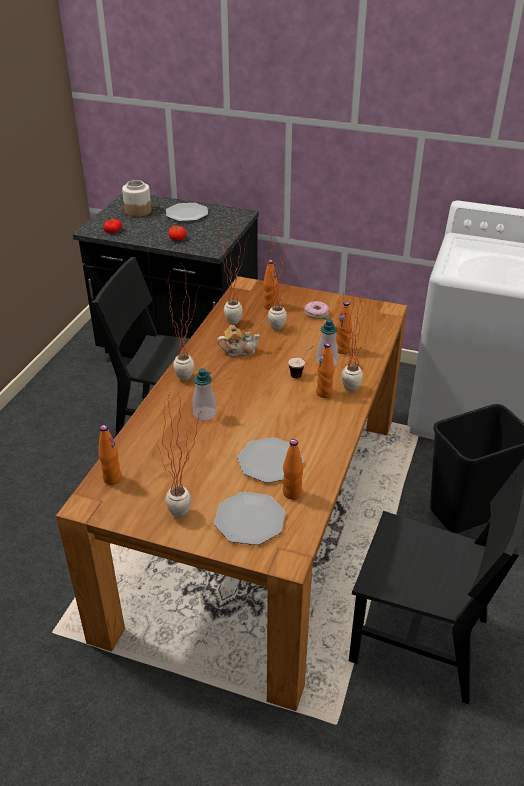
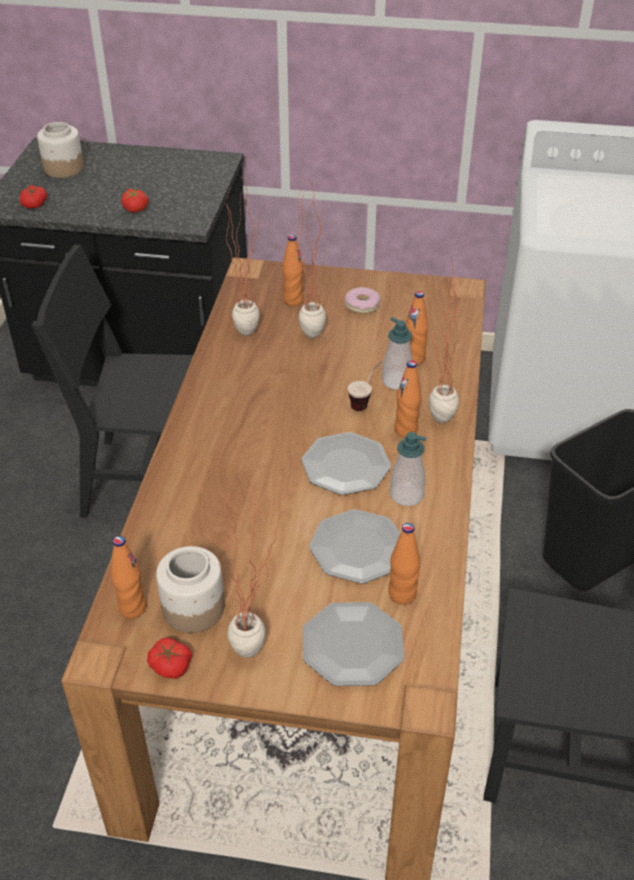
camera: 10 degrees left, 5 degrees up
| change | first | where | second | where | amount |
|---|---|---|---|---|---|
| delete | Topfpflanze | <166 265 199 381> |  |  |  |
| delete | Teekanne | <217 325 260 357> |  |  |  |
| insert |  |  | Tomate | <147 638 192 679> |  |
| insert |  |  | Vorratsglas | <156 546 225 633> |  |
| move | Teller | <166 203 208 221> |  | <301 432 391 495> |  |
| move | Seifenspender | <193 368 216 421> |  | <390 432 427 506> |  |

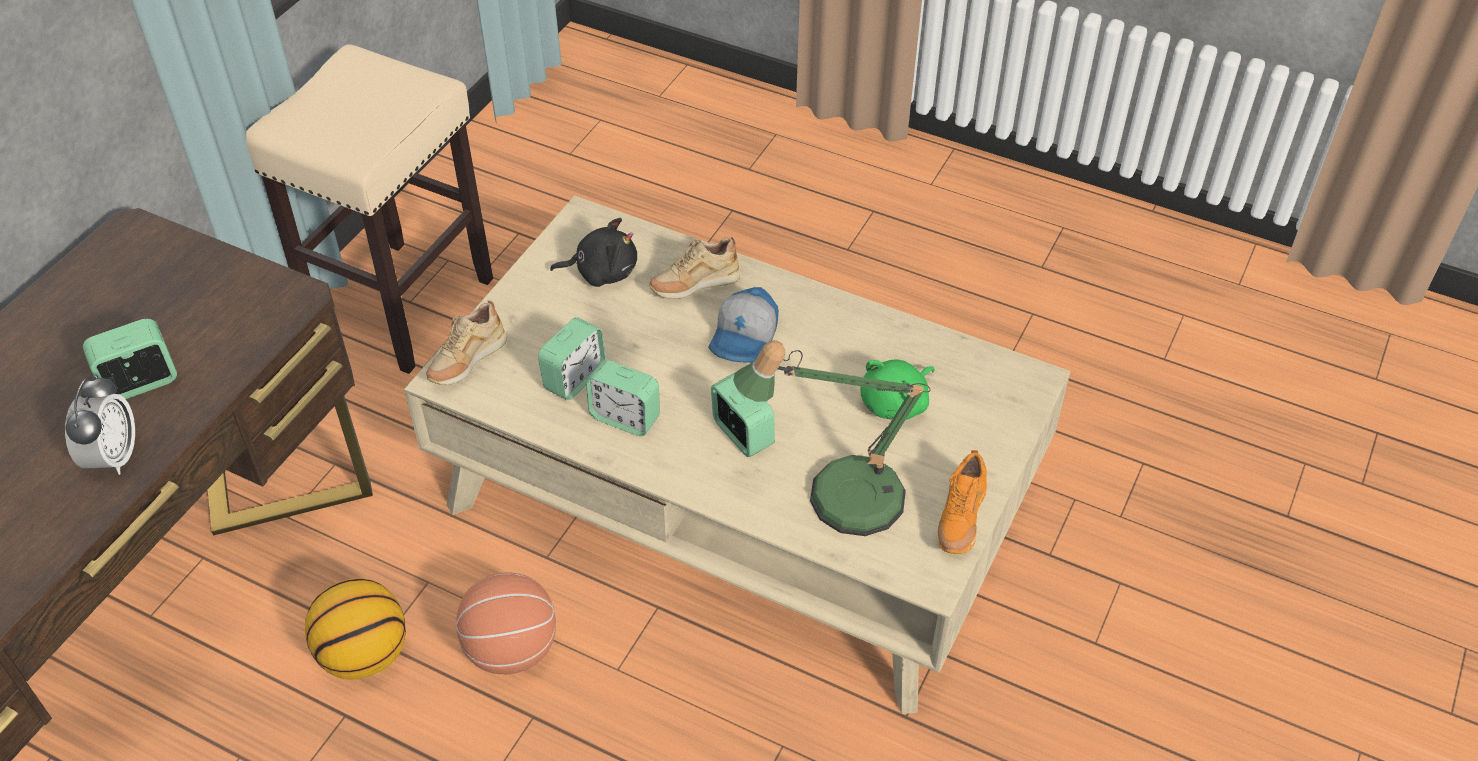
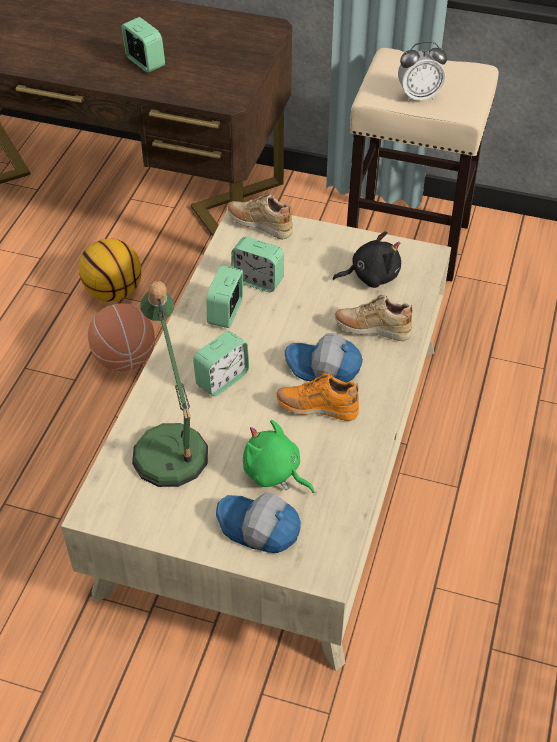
camera: 80 degrees right, 0 degrees up
| change | first | where | second | where | amount |
|---|---|---|---|---|---|
| insert |  |  | Kappe | <216 492 301 553> |  |
| move | Wecker | <65 374 135 475> |  | <398 41 447 102> |  |
| move | Schuh [orange] | <938 450 987 554> |  | <276 373 359 421> |  |
| rotate | Plüschtier [schwarz] | <550 218 637 287> |  | <333 231 401 288> | 90 degrees counterclockwise |
| rotate | Schuh [beige] | <649 236 740 299> |  | <335 295 413 341> | 45 degrees counterclockwise |

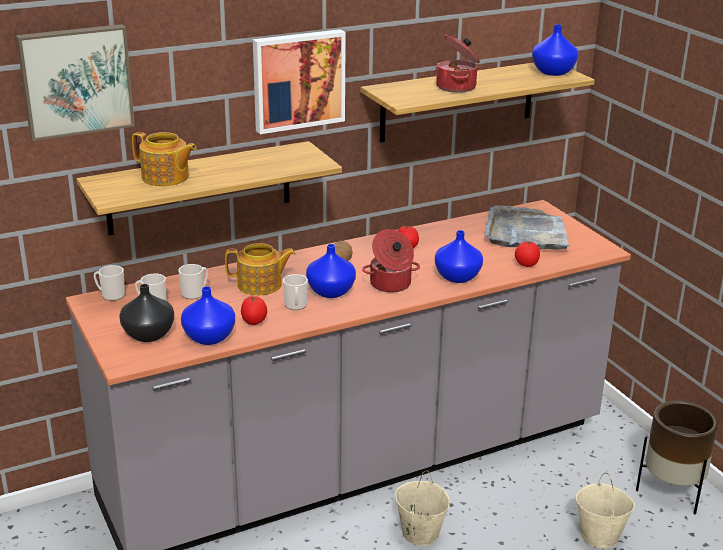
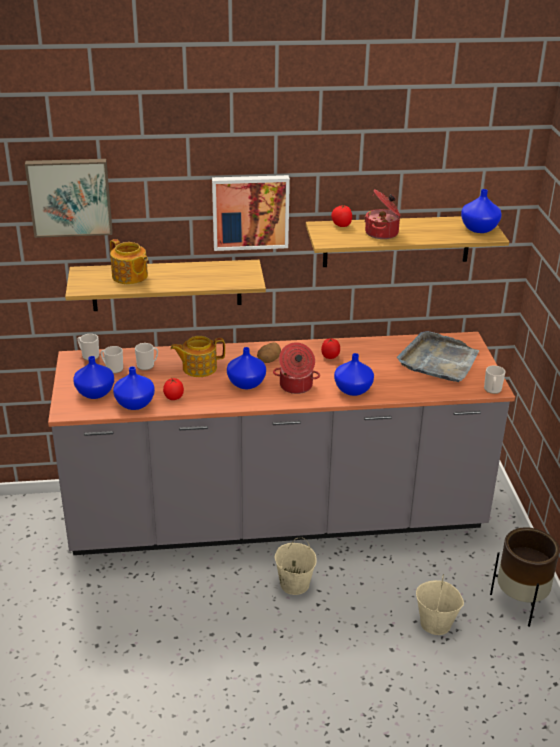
camera: 20 degrees right, 5 degrees up
| change | first | where | second | where | amount |
|---|---|---|---|---|---|
| move | Henkelbecher | <283 274 308 310> |  | <484 365 506 394> |  |
| move | Tomate | <515 241 540 267> |  | <331 205 352 227> |  |
| recolor | Vase [schwarz] | <119 284 174 342> | Vase [blau] | <73 356 114 399> |  |
| rotate | Teekanne | <225 243 296 295> |  | <170 336 225 377> | 150 degrees clockwise |

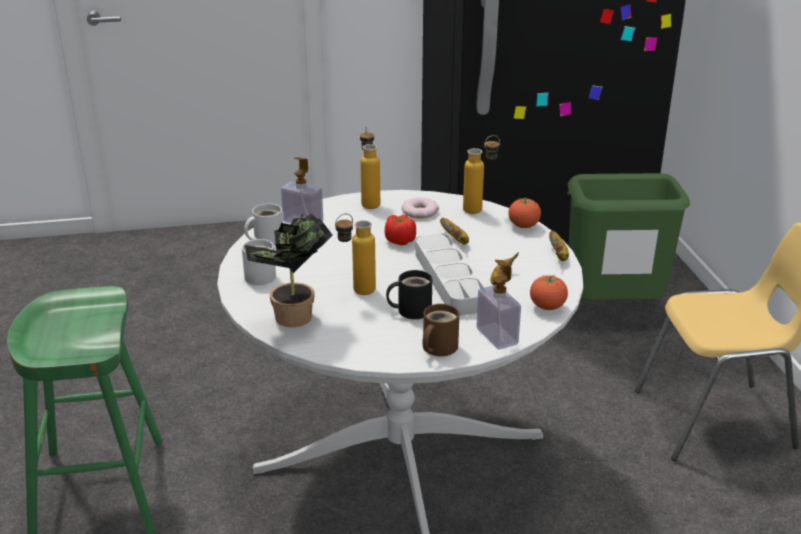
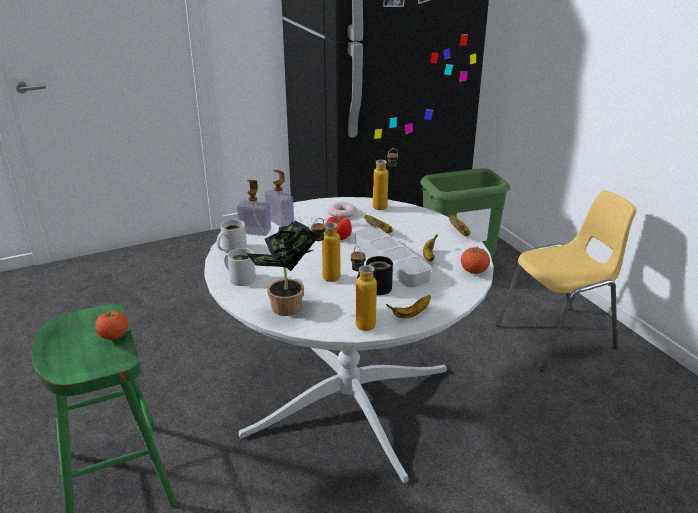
camera: 15 degrees left, 0 degrees up
| change | first | where | second | where | amount |
|---|---|---|---|---|---|
| move | Flasche | <360 126 380 209> |  | <351 246 377 331> |  |
| move | Seifenspender | <476 260 521 349> |  | <265 170 294 227> |  |
| move | Tomate | <508 197 541 228> |  | <95 310 128 340> |  |
| replace | Henkelbecher [braun] | <422 304 459 356> | Banane | <386 295 431 318> |  |

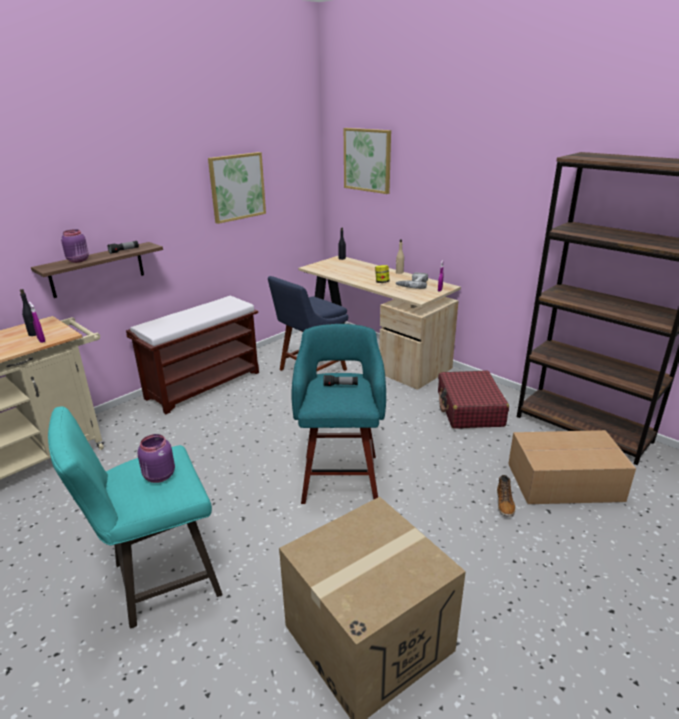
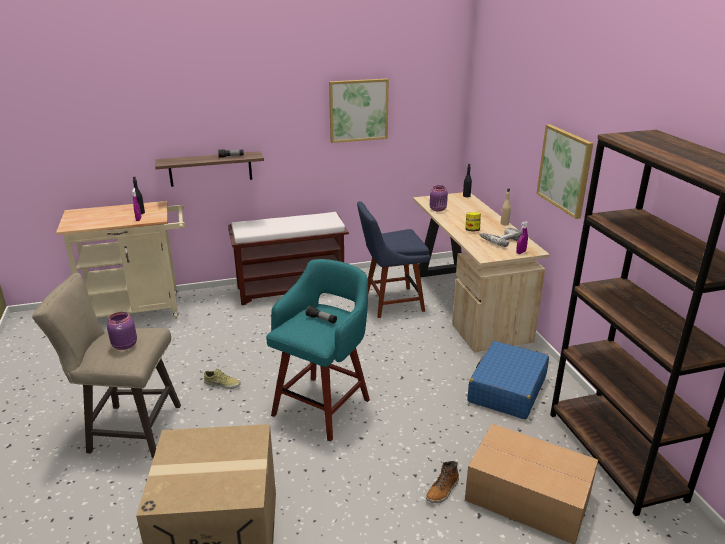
camera: 30 degrees right, 0 degrees up
| change | first | where | second | where | amount |
|---|---|---|---|---|---|
| insert |  |  | Schuh [beige] | <204 369 241 389> |  |
| move | Vorratsglas [lila] | <61 229 89 263> |  | <430 185 448 211> |  |
| move | Bild | <344 128 391 194> |  | <536 124 593 219> |  |
| recolor | Hocker [türkis] | <48 406 223 629> | Hocker [beige] | <32 273 181 458> |  |
| recolor | Koffer [rot] | <438 371 509 428> | Koffer [blau] | <468 341 549 419> |  |

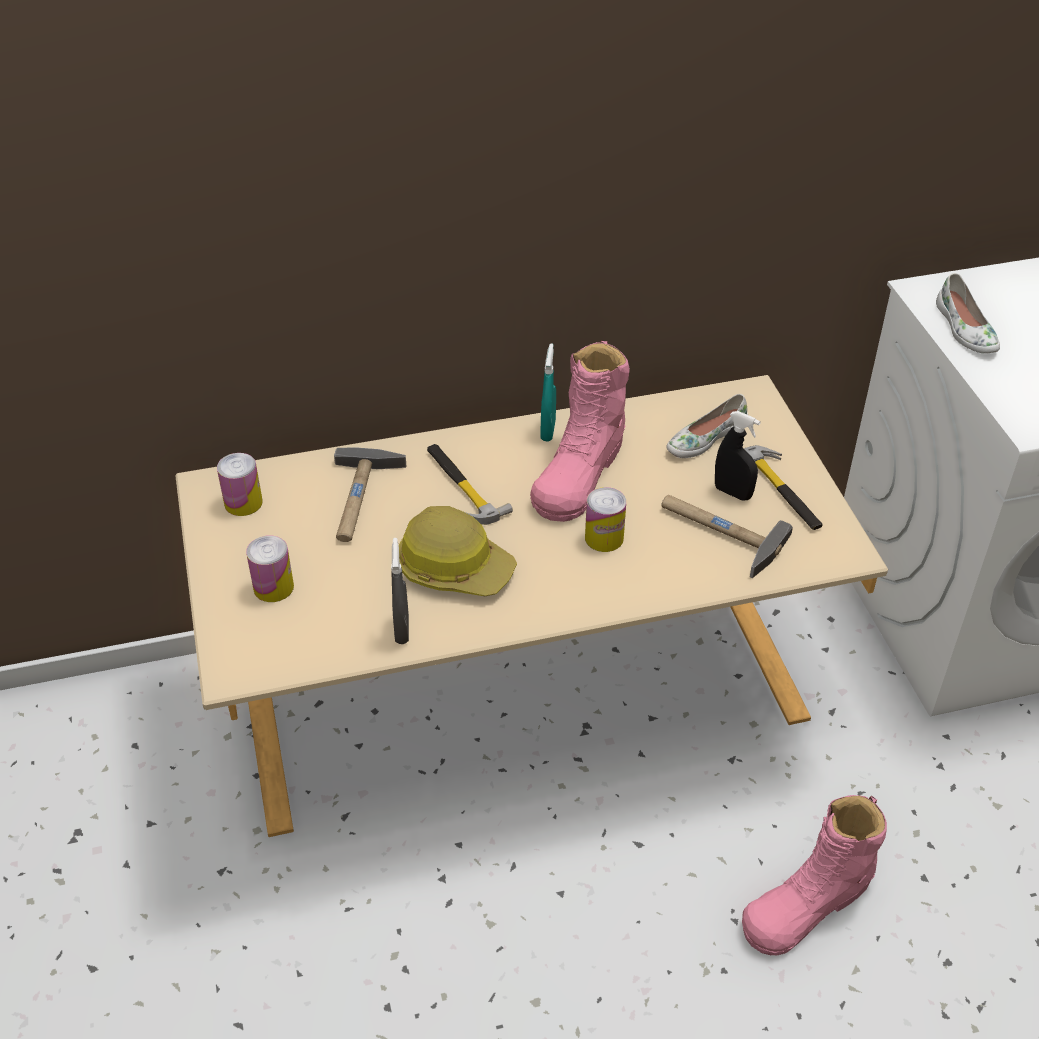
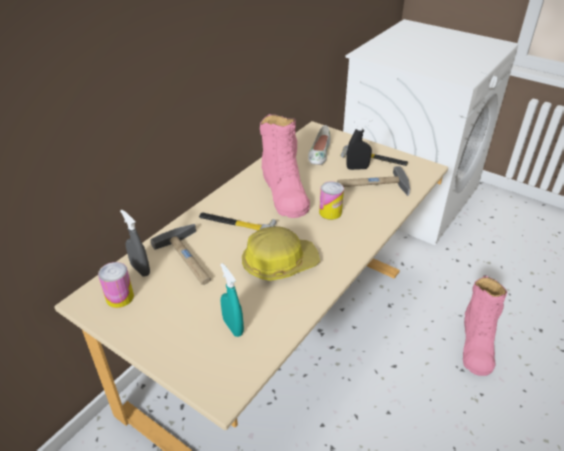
camera: 40 degrees left, 5 degrees down
| change | first | where | second | where | amount |
|---|---|---|---|---|---|
| delete | Dose | <246 535 294 602> |  |  |  |
| delete | Schuh [weiß] | <936 273 1000 354> |  |  |  |
| move | Sprühflasche [grau] | <391 538 409 644> |  | <120 210 150 277> |  |
| move | Sprühflasche [türkis] | <540 343 556 441> |  | <220 263 244 337> |  |

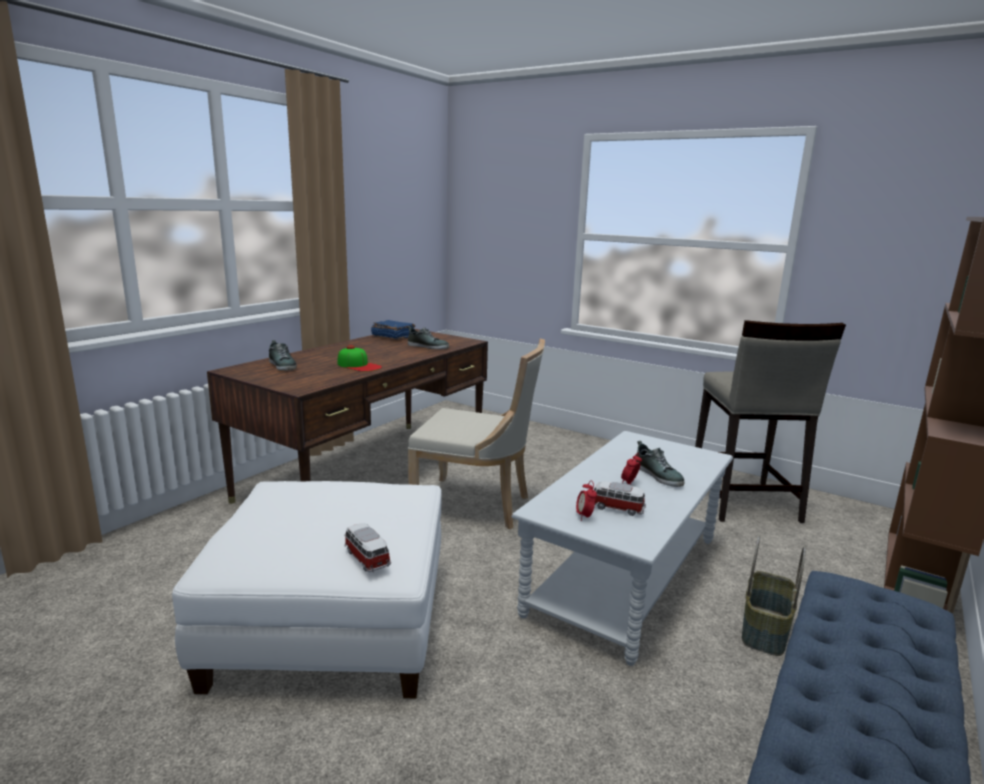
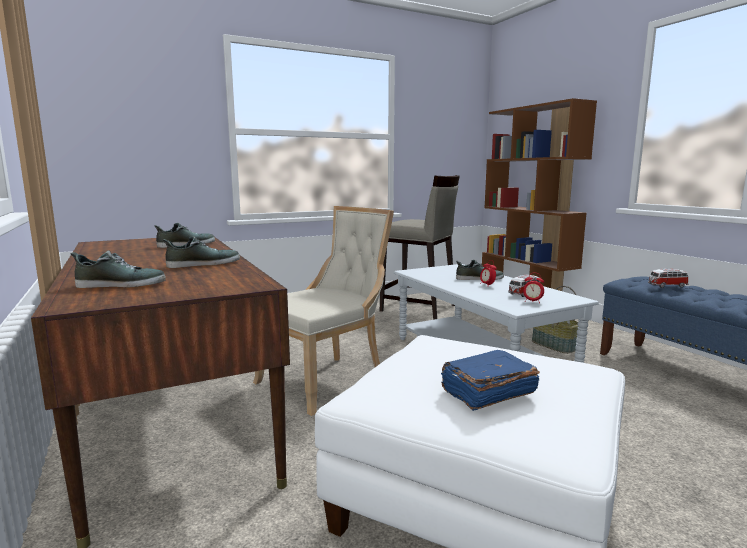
camera: 60 degrees left, 5 degrees down
| change | first | where | second | where | amount |
|---|---|---|---|---|---|
| move | Spielzeugauto | <344 523 391 572> |  | <648 268 689 288> |  |
| move | Buch [blau] | <371 320 415 340> |  | <441 350 540 411> |  |
| replace | Kappe | <337 345 382 371> | Schuh | <163 236 240 268> |  |

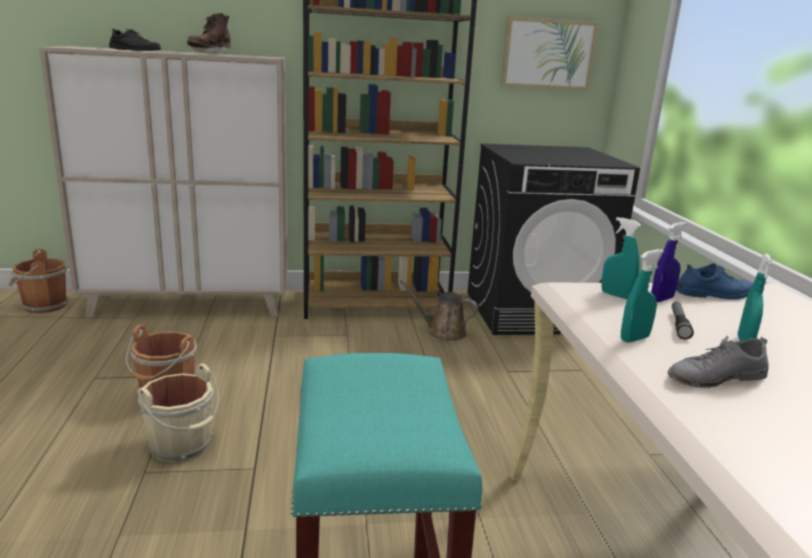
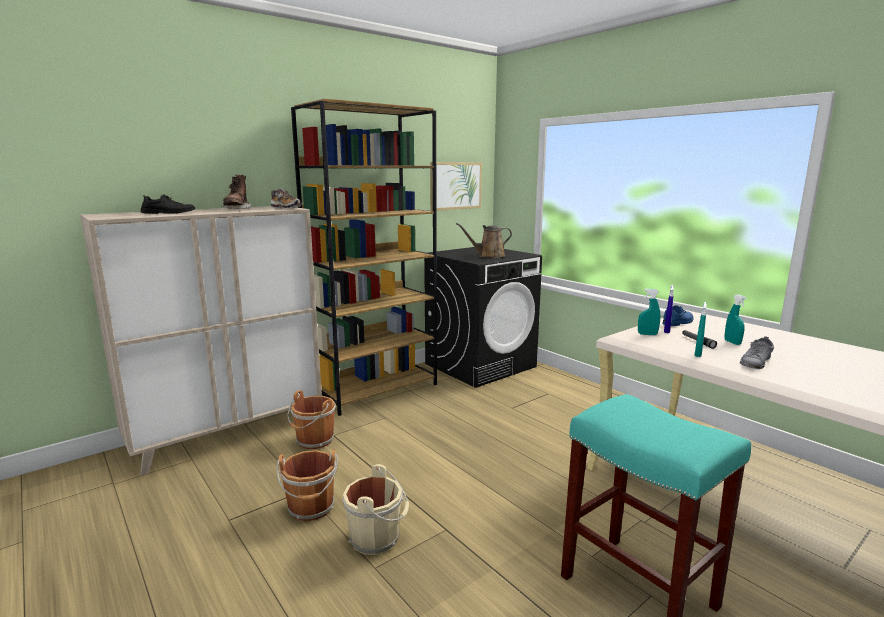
camera: 30 degrees left, 5 degrees down
| change | first | where | second | where | amount |
|---|---|---|---|---|---|
| insert |  |  | Schuh | <271 188 302 208> |  |
| move | Eimer [braun] | <9 248 68 313> |  | <287 390 336 449> |  |
| move | Gießkanne [braun] | <400 280 478 341> |  | <456 223 512 258> |  |

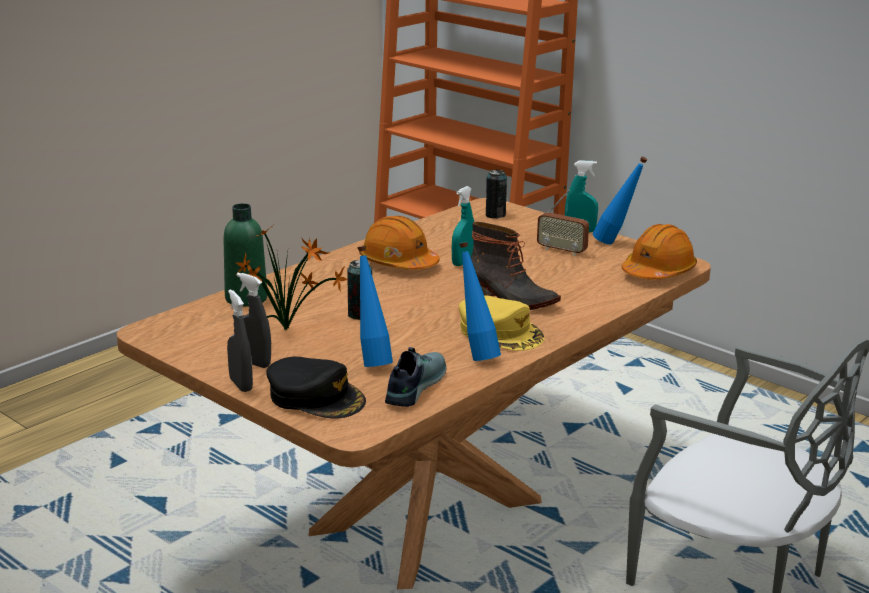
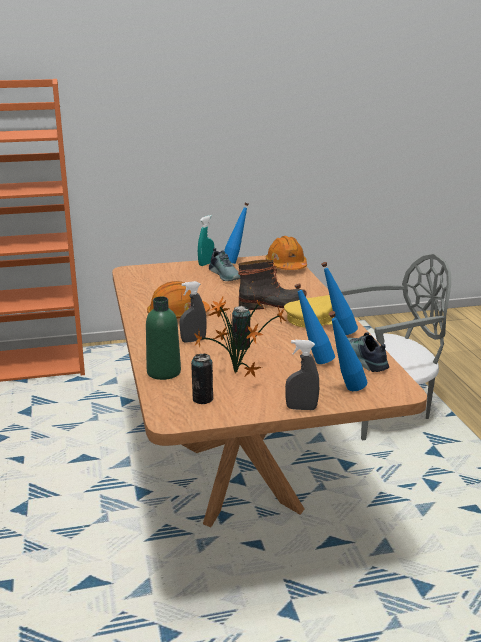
camera: 55 degrees left, 0 degrees up
| change | first | where | second | where | amount |
|---|---|---|---|---|---|
| delete | Sprühflasche [türkis] | <452 186 474 266> |  |  |  |
| move | Sprühflasche [grau] | <236 273 271 368> |  | <180 281 207 343> |  |
| move | Dose | <486 169 507 219> |  | <191 353 214 404> |  |
| replace | Kappe [schwarz] | <266 357 366 419> | Flasche [blau] | <329 311 367 391> |  |
| replace | Radio | <537 190 589 256> | Schuh | <209 248 240 281> |  |

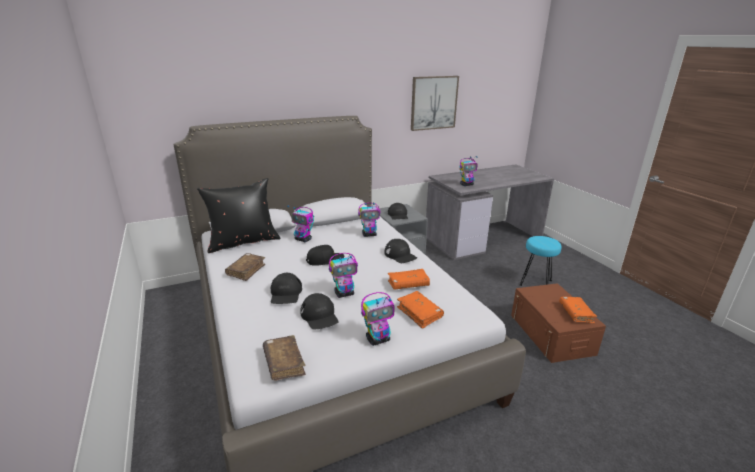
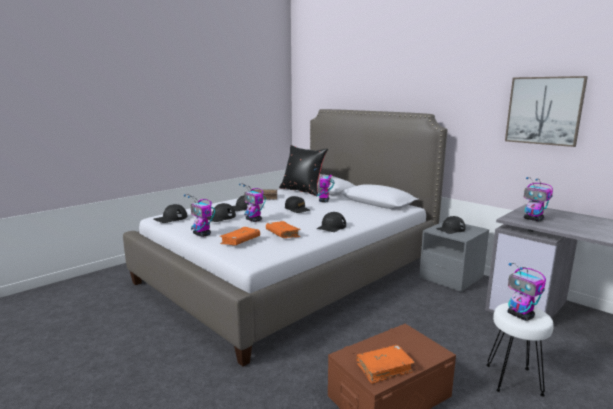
camera: 70 degrees right, 10 degrees down
| change | first | where | second | where | amount |
|---|---|---|---|---|---|
| move | Spielzeugroboter | <358 203 381 237> |  | <508 263 546 321> |  |
| replace | Buch [braun] | <263 335 306 381> | Kappe [schwarz] | <154 204 187 223> |  |
| recolor | Hocker [türkis] | <520 236 562 286> | Hocker [weiß] | <486 303 554 396> |  |

